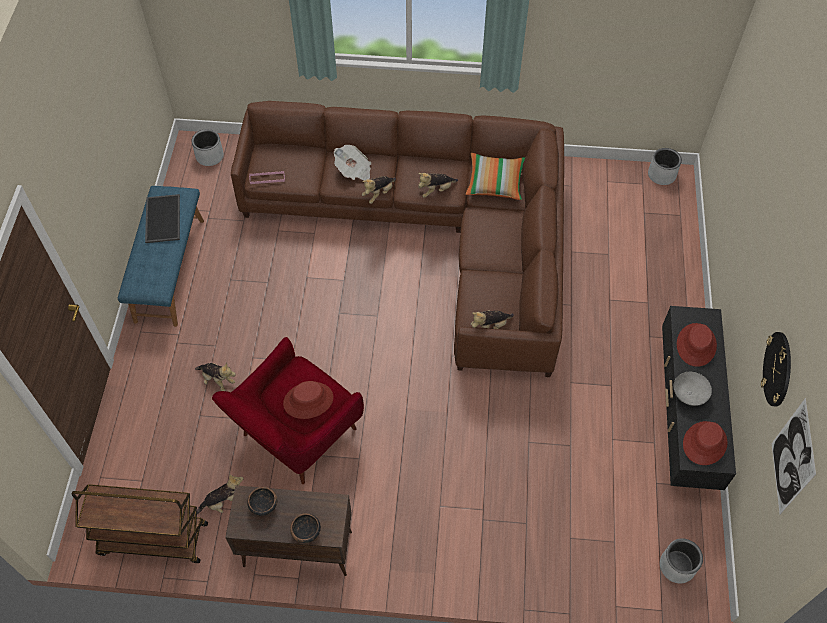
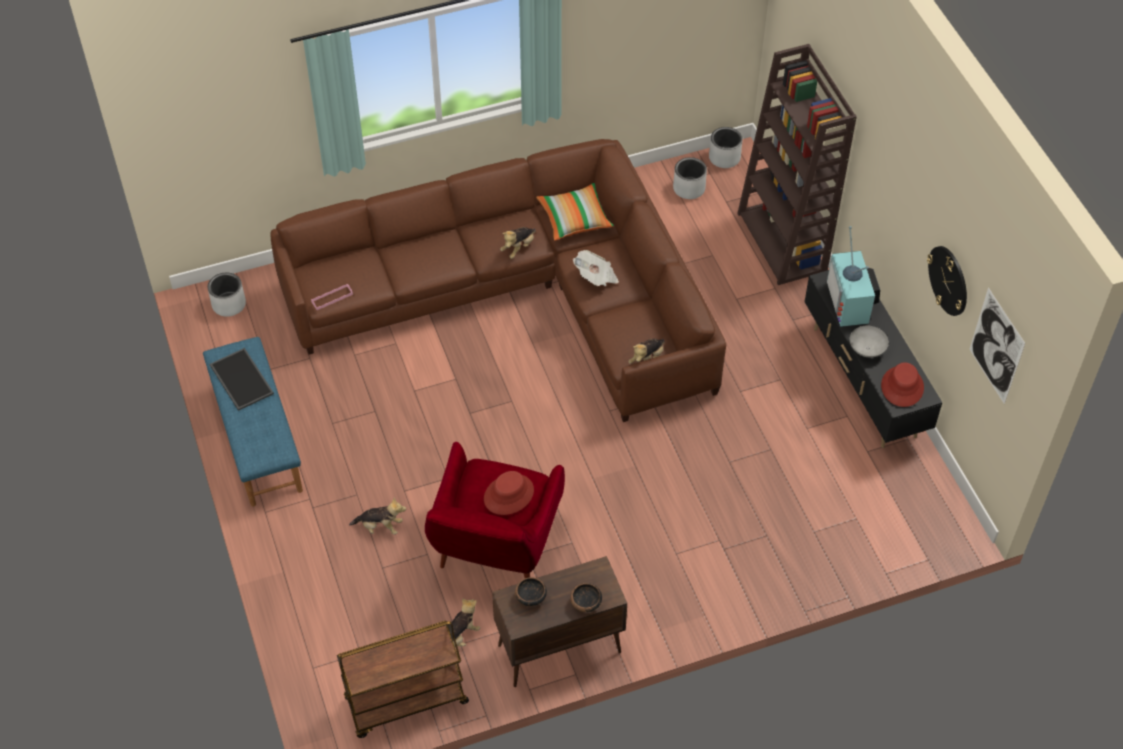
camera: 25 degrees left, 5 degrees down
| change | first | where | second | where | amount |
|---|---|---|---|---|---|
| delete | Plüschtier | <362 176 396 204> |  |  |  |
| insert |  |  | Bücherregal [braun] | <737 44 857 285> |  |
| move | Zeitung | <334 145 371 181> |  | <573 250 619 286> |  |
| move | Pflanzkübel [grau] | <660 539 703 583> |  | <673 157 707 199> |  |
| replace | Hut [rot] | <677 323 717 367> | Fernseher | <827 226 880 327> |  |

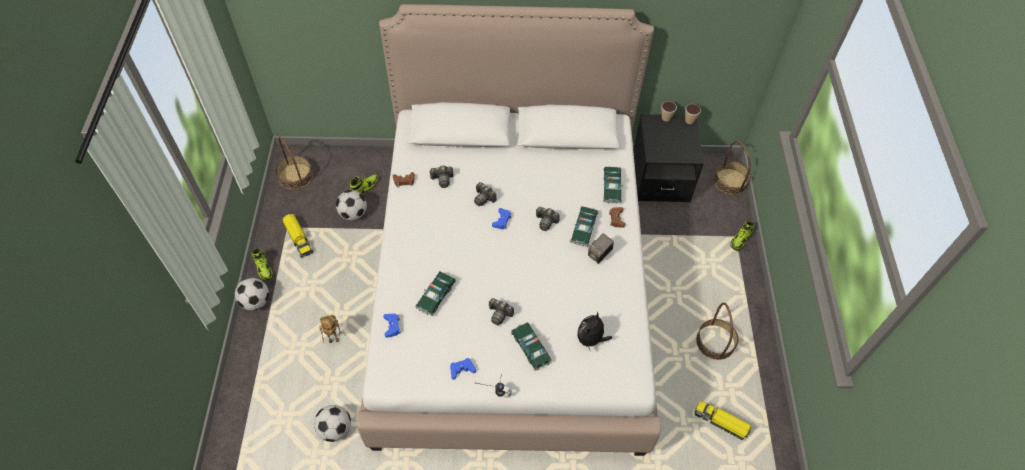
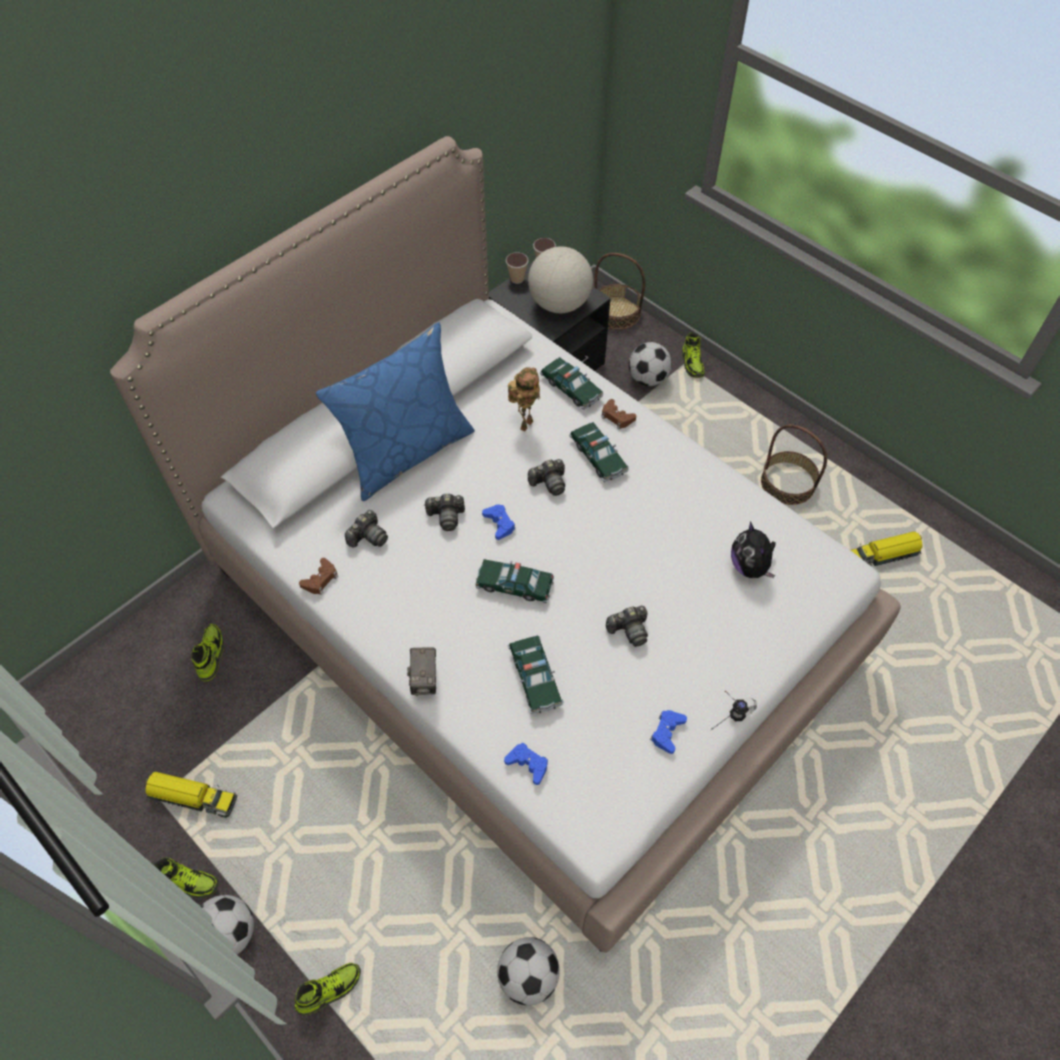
camera: 45 degrees left, 0 degrees up
| change | first | where | second | where | amount |
|---|---|---|---|---|---|
| delete | Korb | <276 136 313 190> |  |  |  |
| insert |  |  | Schuh | <295 963 361 1015> |  |
| insert |  |  | Kissen [blau] | <316 322 475 501> |  |
| insert |  |  | Globus | <528 246 593 313> |  |
| move | Spielzeugroboter | <319 315 342 343> |  | <508 367 540 432> |  |
| move | Fußball | <336 190 367 220> |  | <629 342 672 386> |  |
| move | Spielzeugauto | <511 322 552 371> |  | <475 559 554 603> |  |
| move | Kamera | <588 233 614 264> |  | <407 647 436 696> |  |

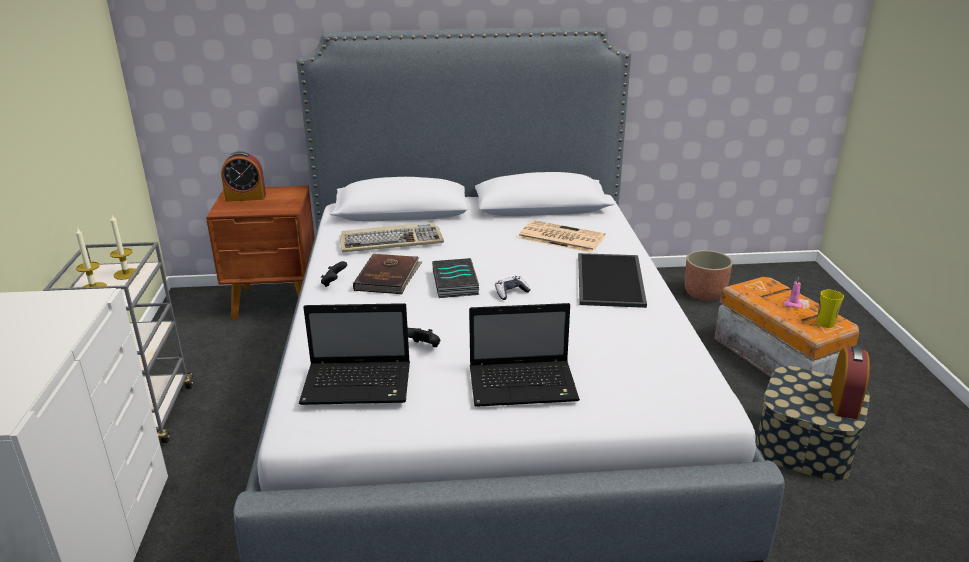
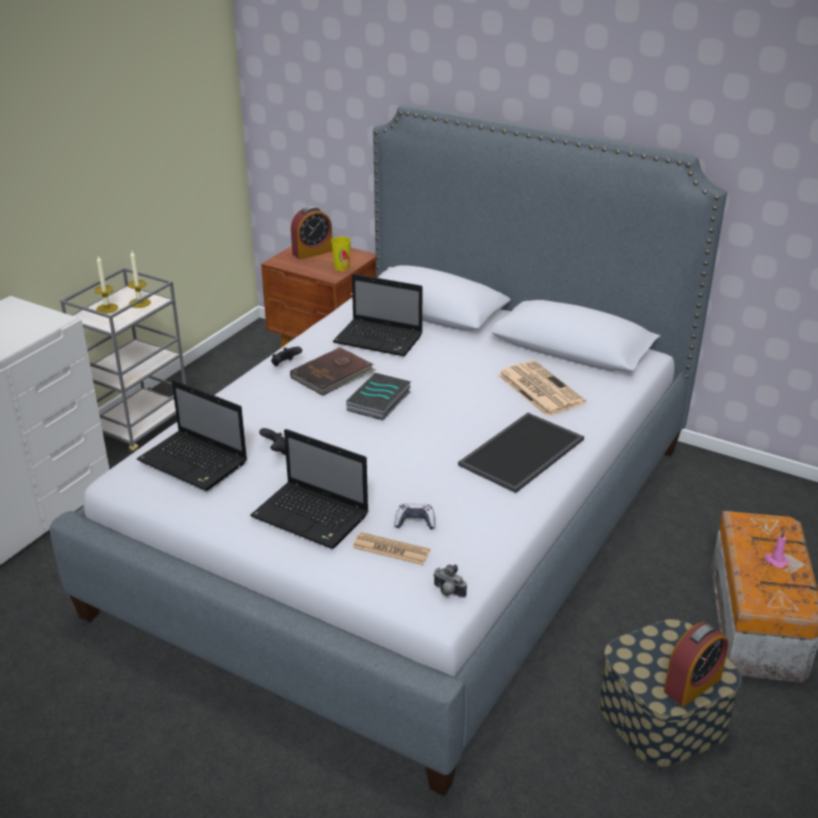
camera: 35 degrees right, 5 degrees up
| change | first | where | second | where | amount |
|---|---|---|---|---|---|
| delete | Pflanzkübel | <685 250 733 301> |  |  |  |
| insert |  |  | Zeitung | <353 532 430 565> |  |
| insert |  |  | Kamera | <433 564 467 598> |  |
| move | Gamepad | <495 276 531 300> |  | <395 503 435 529> |  |
| move | Tasse | <817 290 844 328> |  | <331 237 351 271> |  |
| replace | Tastatur | <340 223 444 253> | Laptop | <333 274 423 356> |  |
| rotate | Wecker | <221 151 266 202> |  | <291 206 332 260> | 60 degrees counterclockwise |

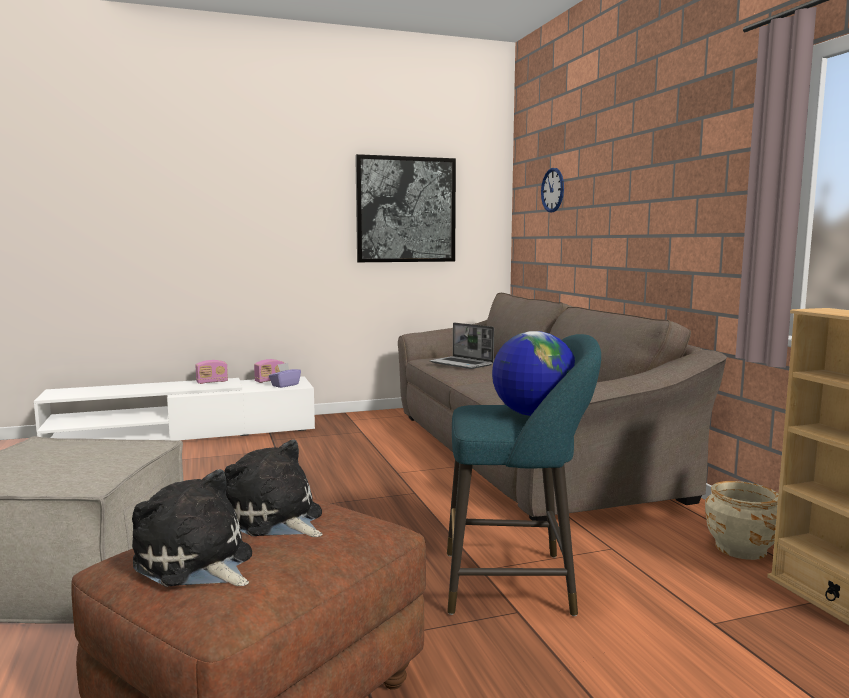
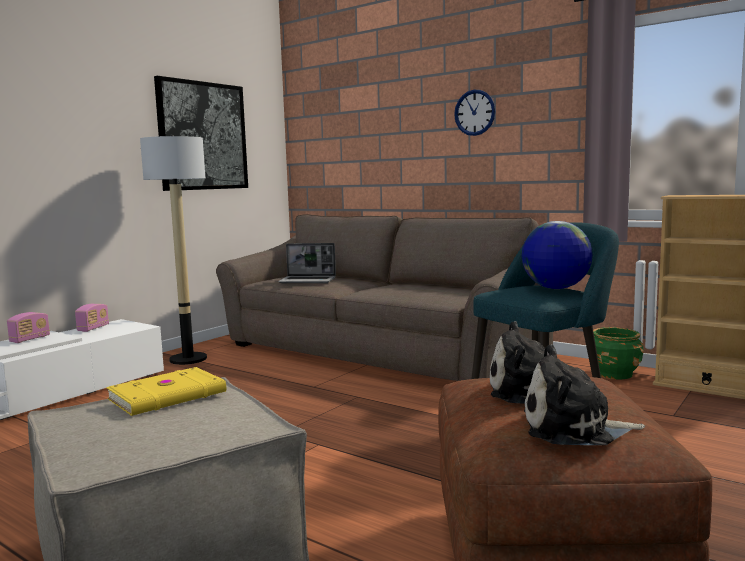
camera: 35 degrees left, 0 degrees up
| change | first | where | second | where | amount |
|---|---|---|---|---|---|
| delete | Taschentuchbox [lila] | <269 363 301 388> |  |  |  |
| insert |  |  | Buch [gelb] | <106 367 226 416> |  |
| insert |  |  | Stehlampe | <140 134 207 365> |  |
| move | Wanduhr | <541 168 564 213> |  | <454 90 496 136> |  |
| recolor | Pflanzkübel [beige] | <705 481 778 560> | Pflanzkübel [grün] | <593 327 644 379> |  |

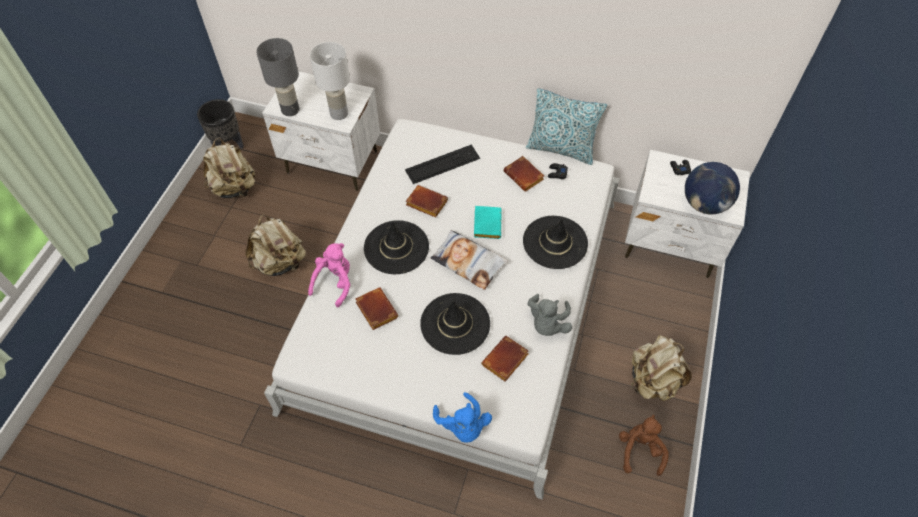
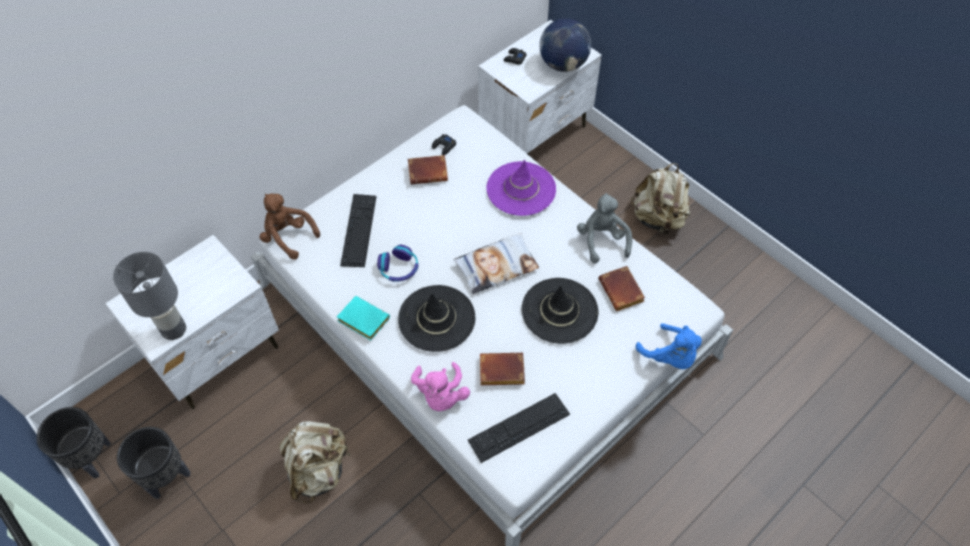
camera: 60 degrees left, 0 degrees up
| change | first | where | second | where | amount |
|---|---|---|---|---|---|
| delete | Tischlampe [weiß] | <310 42 350 120> |  |  |  |
| delete | Kissen | <526 89 607 165> |  |  |  |
| insert |  |  | Tastatur | <468 393 570 463> |  |
| move | Buch [türkis] | <474 206 502 239> |  | <337 296 390 340> |  |
| move | Plüschtier [braun] | <619 414 669 476> |  | <260 193 320 260> |  |
| replace | Rucksack [beige] | <203 138 255 198> | Pflanzkübel [schwarz] | <117 427 190 499> |  |
| replace | Buch [braun] | <406 185 448 218> | Kopfhörer | <377 245 419 282> |  |
| recolor | Hut [schwarz] | <523 216 588 269> | Hut [lila] | <486 160 556 216> |  |
| rotate | Plüschtier [rosa] | <308 243 350 307> |  | <411 362 470 411> | 150 degrees counterclockwise |
| rotate | Plüschtier [blau] | <433 392 492 443> |  | <636 323 702 369> | 45 degrees clockwise |
| rotate | Plüschtier [grau] | <527 294 572 336> |  | <577 193 632 263> | 150 degrees counterclockwise |

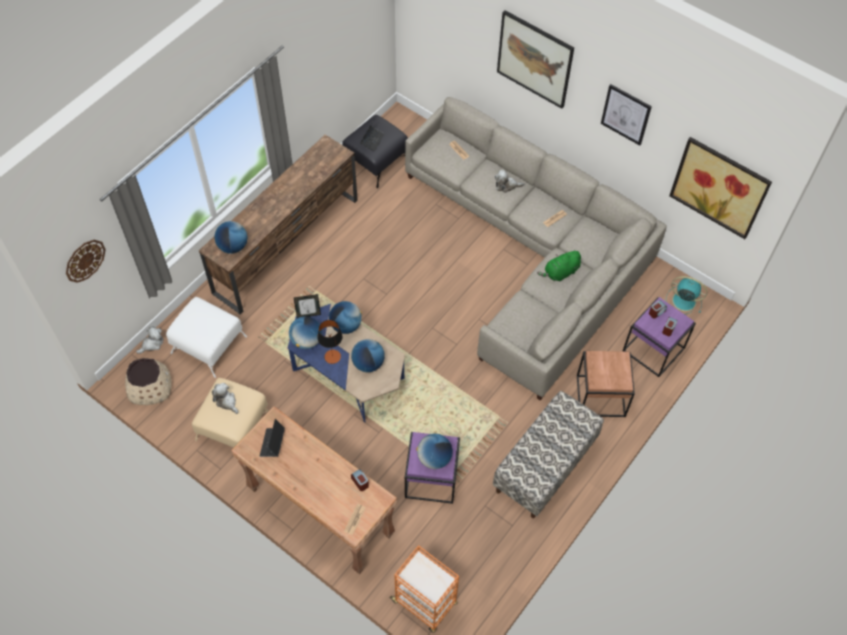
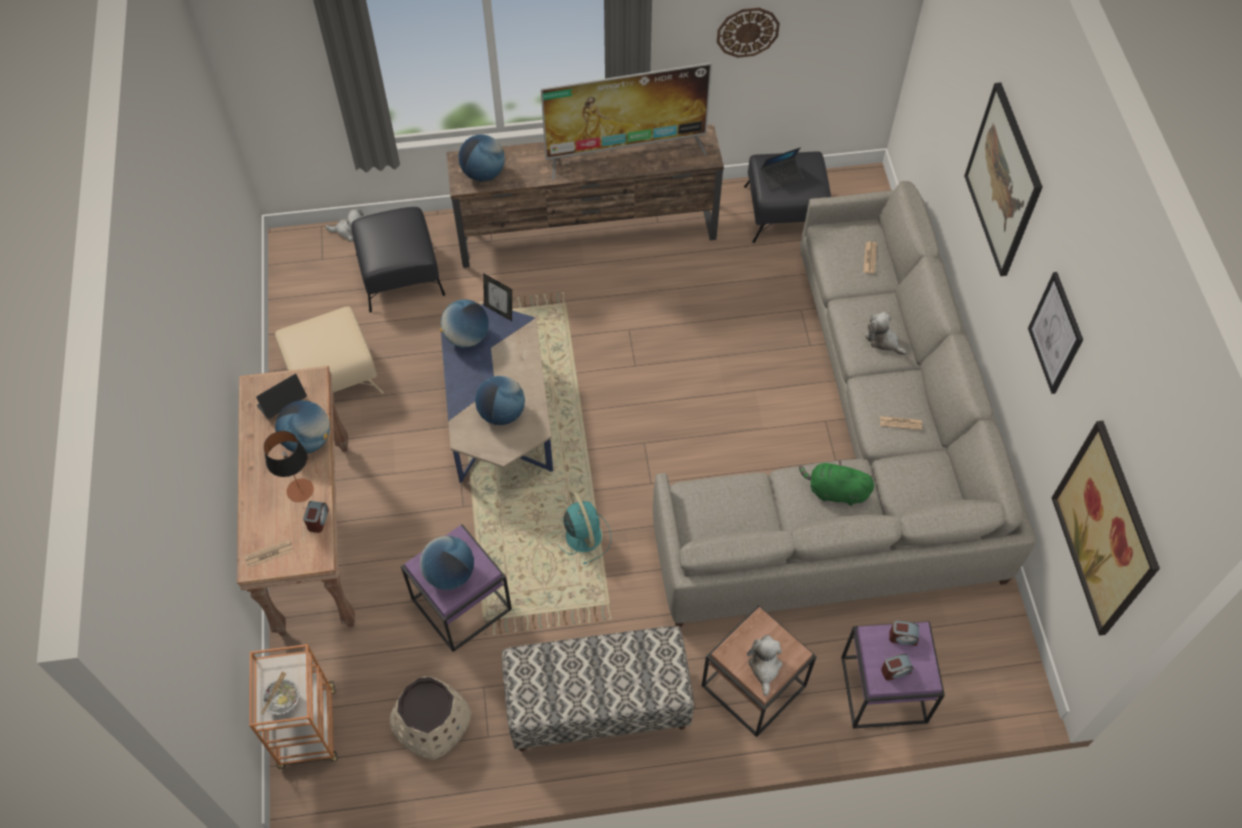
camera: 45 degrees right, 0 degrees up
| change | first | where | second | where | amount |
|---|---|---|---|---|---|
| insert |  |  | Schüssel | <261 672 300 715> |  |
| insert |  |  | Fernseher | <541 62 712 180> |  |
| move | Wanduhr | <66 240 106 283> |  | <717 8 780 58> |  |
| move | Pflanzkübel [beige] | <125 358 172 405> |  | <389 676 472 760> |  |
| move | Plüschtier | <212 383 238 414> |  | <747 635 783 696> |  |
| move | Tischlampe | <317 320 342 364> |  | <264 431 314 502> |  |
| move | Globus | <329 301 362 334> |  | <275 400 330 453> |  |
| move | Ventilator [türkis] | <666 276 707 314> |  | <557 492 611 565> |  |
| recolor | Polsterhocker [weiß] | <166 297 247 378> | Polsterhocker [schwarz] | <351 207 445 313> |  |

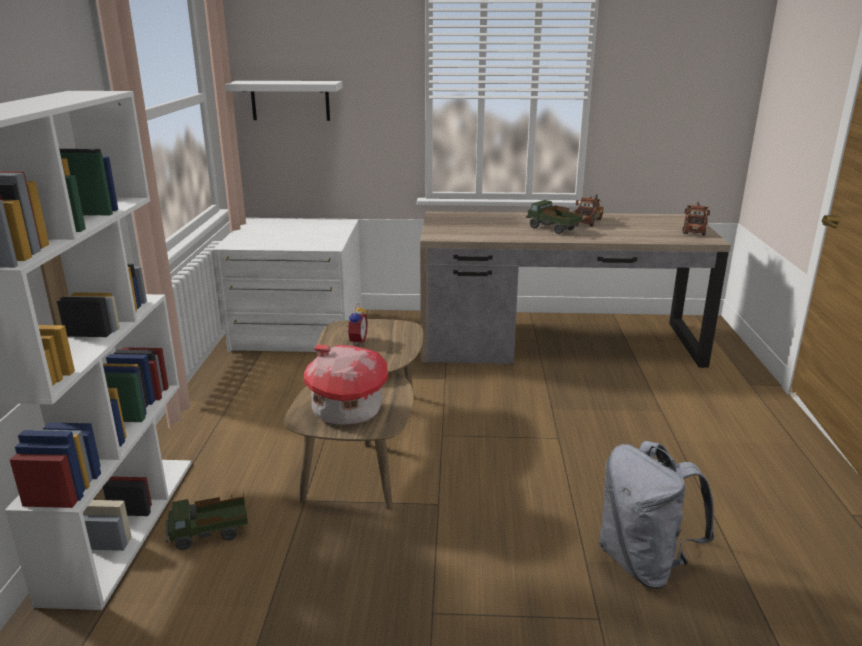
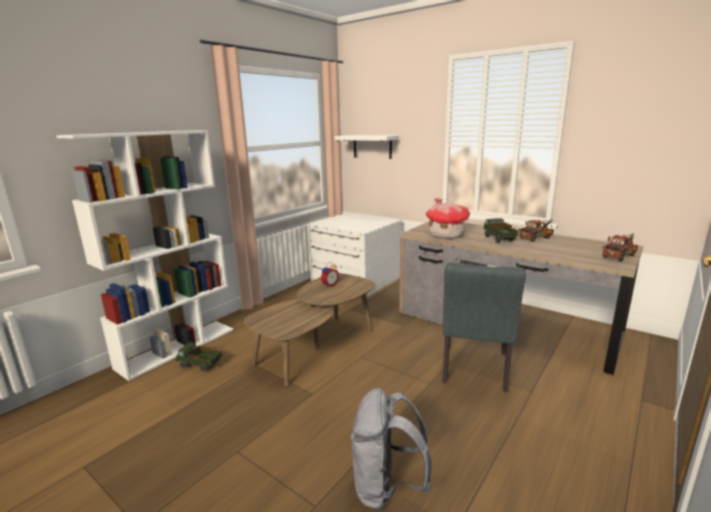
camera: 35 degrees right, 5 degrees down
| change | first | where | second | where | amount |
|---|---|---|---|---|---|
| insert |  |  | Stuhl [grau] | <442 263 526 392> |  |
| move | Spielzeughaus | <304 344 389 425> |  | <426 198 470 238> |  |

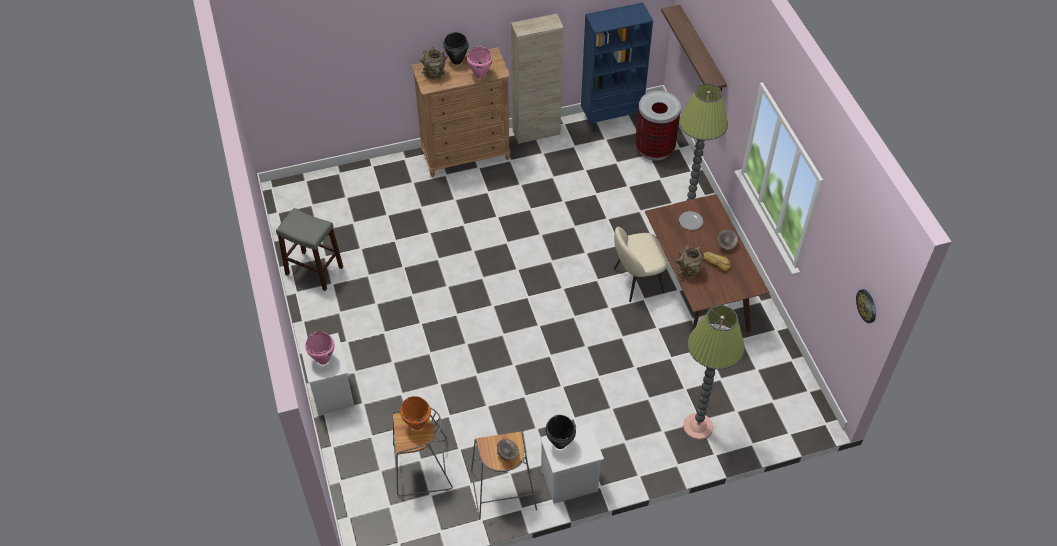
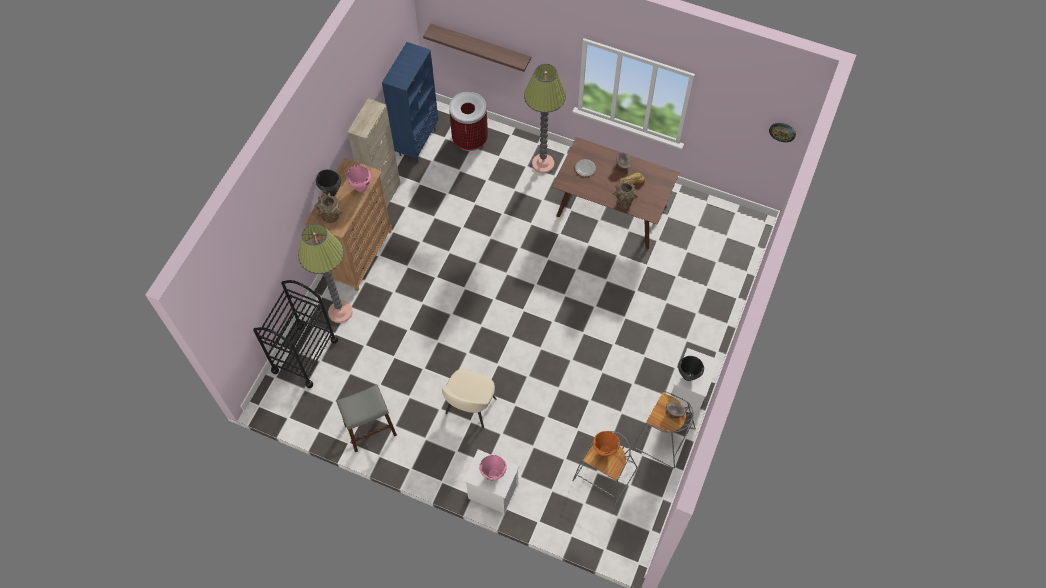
camera: 50 degrees left, 10 degrees up
| change | first | where | second | where | amount |
|---|---|---|---|---|---|
| insert |  |  | Rollwagen [schwarz] | <253 280 338 388> |  |
| move | Stuhl [beige] | <614 226 668 302> |  | <442 369 497 428> |  |
| move | Stehlampe | <683 305 745 440> |  | <298 223 353 323> |  |

